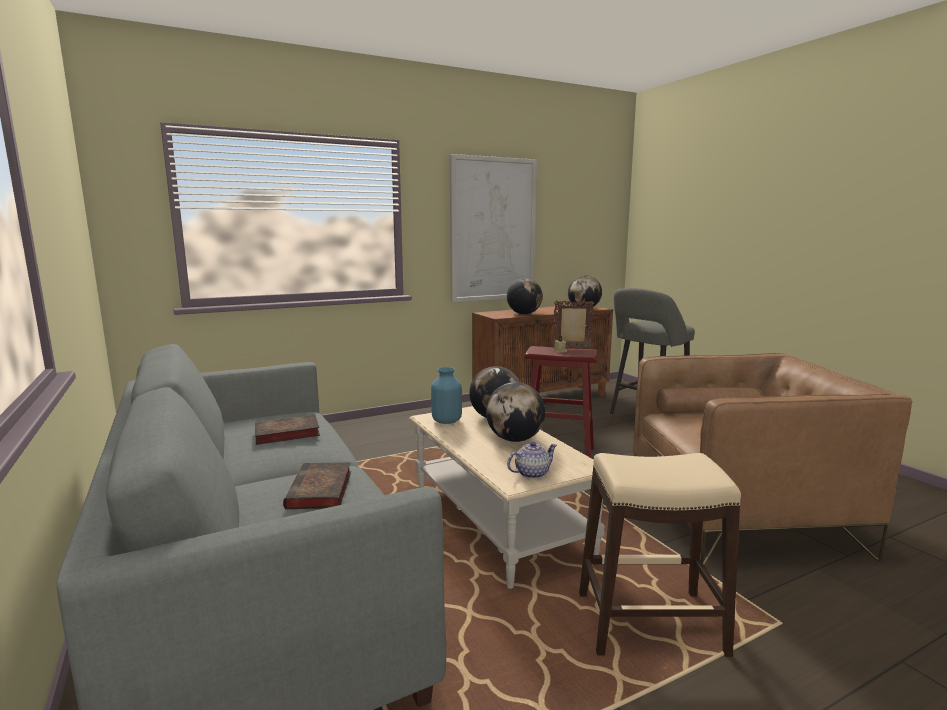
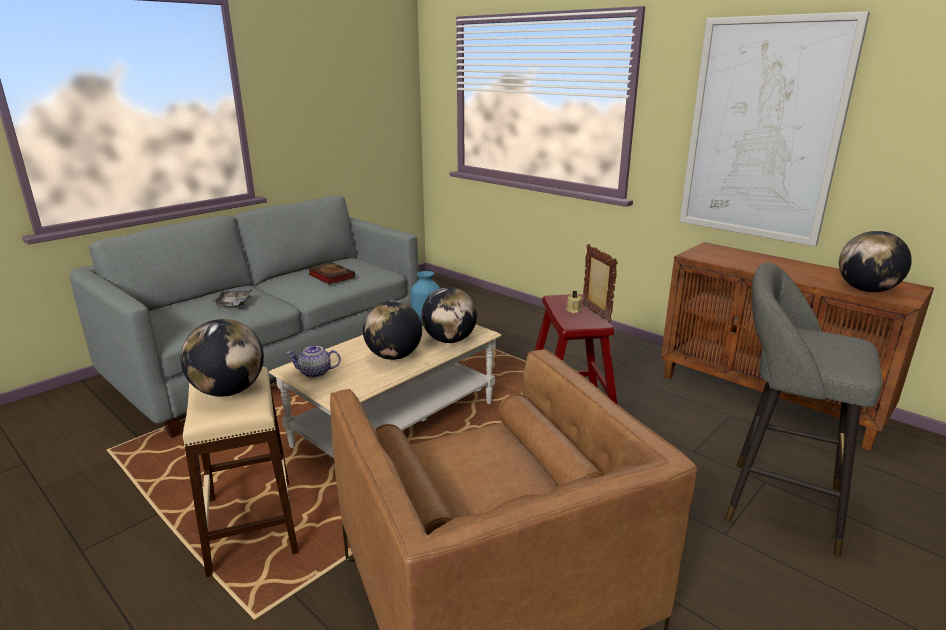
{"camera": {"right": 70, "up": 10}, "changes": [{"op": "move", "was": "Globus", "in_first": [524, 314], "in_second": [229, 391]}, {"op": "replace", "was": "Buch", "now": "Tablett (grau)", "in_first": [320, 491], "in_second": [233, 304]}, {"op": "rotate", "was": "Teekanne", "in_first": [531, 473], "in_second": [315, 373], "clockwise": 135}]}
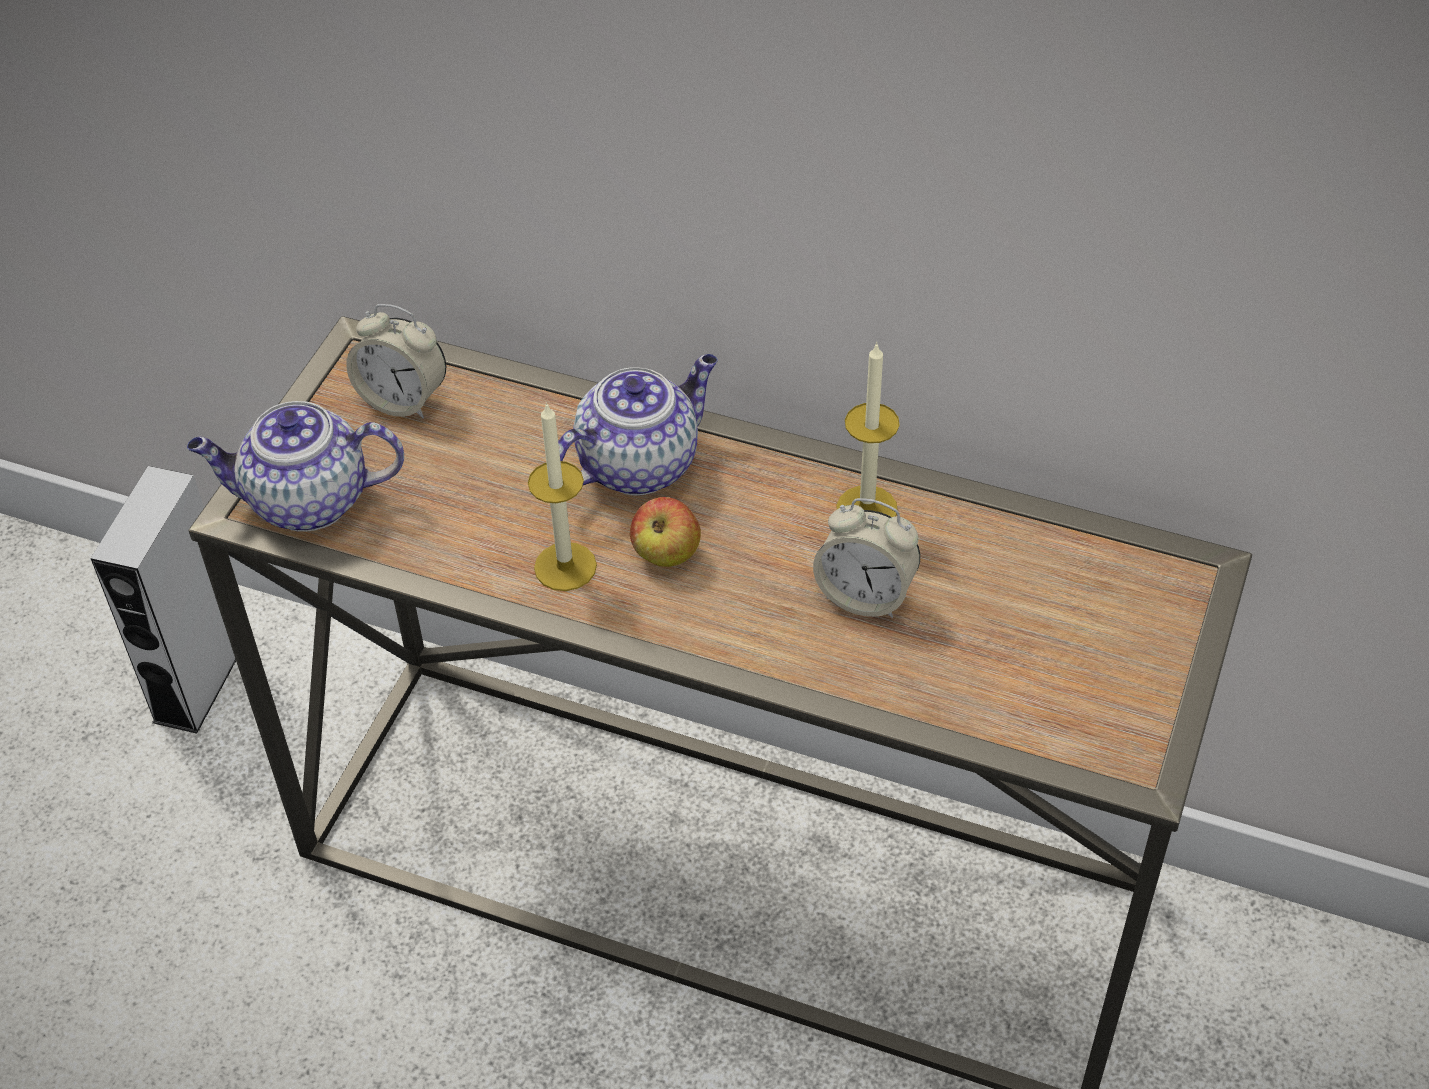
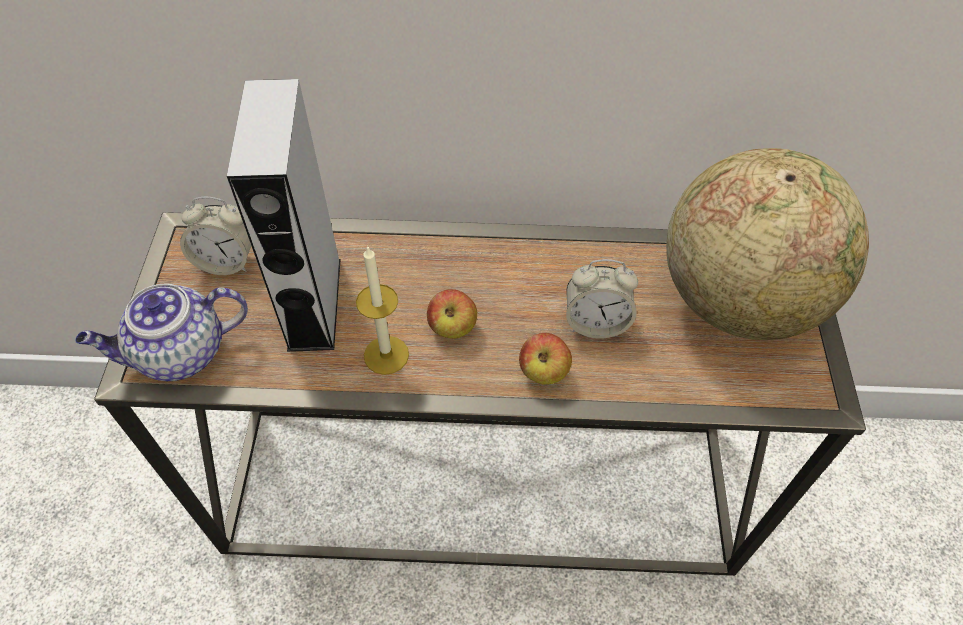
{"camera": {"right": -20, "up": 5}, "changes": [{"op": "delete", "was": "Teekanne", "in_first": [639, 463]}, {"op": "delete", "was": "Kerze", "in_first": [867, 509]}, {"op": "insert", "now": "Apfel", "in_second": [543, 371]}, {"op": "insert", "now": "Globus", "in_second": [739, 299]}, {"op": "move", "was": "Lautsprecher (grau)", "in_first": [200, 680], "in_second": [314, 303]}]}
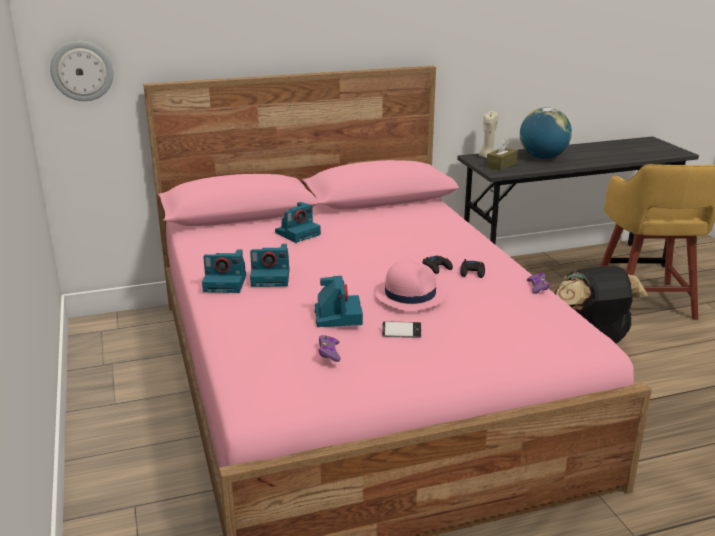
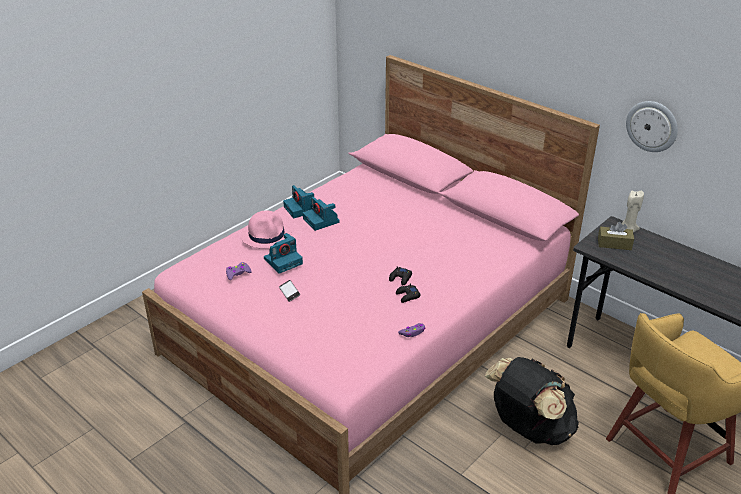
{"camera": {"right": 60, "up": 10}, "changes": [{"op": "delete", "was": "Kamera", "in_first": [298, 233]}, {"op": "delete", "was": "Globus", "in_first": [542, 157]}, {"op": "move", "was": "Wanduhr", "in_first": [82, 71], "in_second": [652, 126]}, {"op": "move", "was": "Hut (rosa)", "in_first": [410, 294], "in_second": [267, 235]}]}
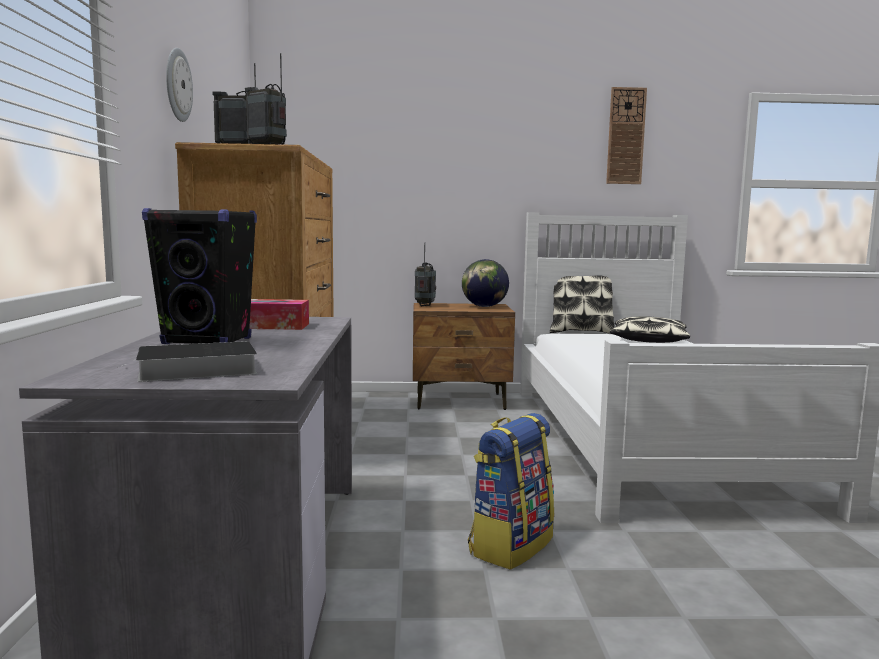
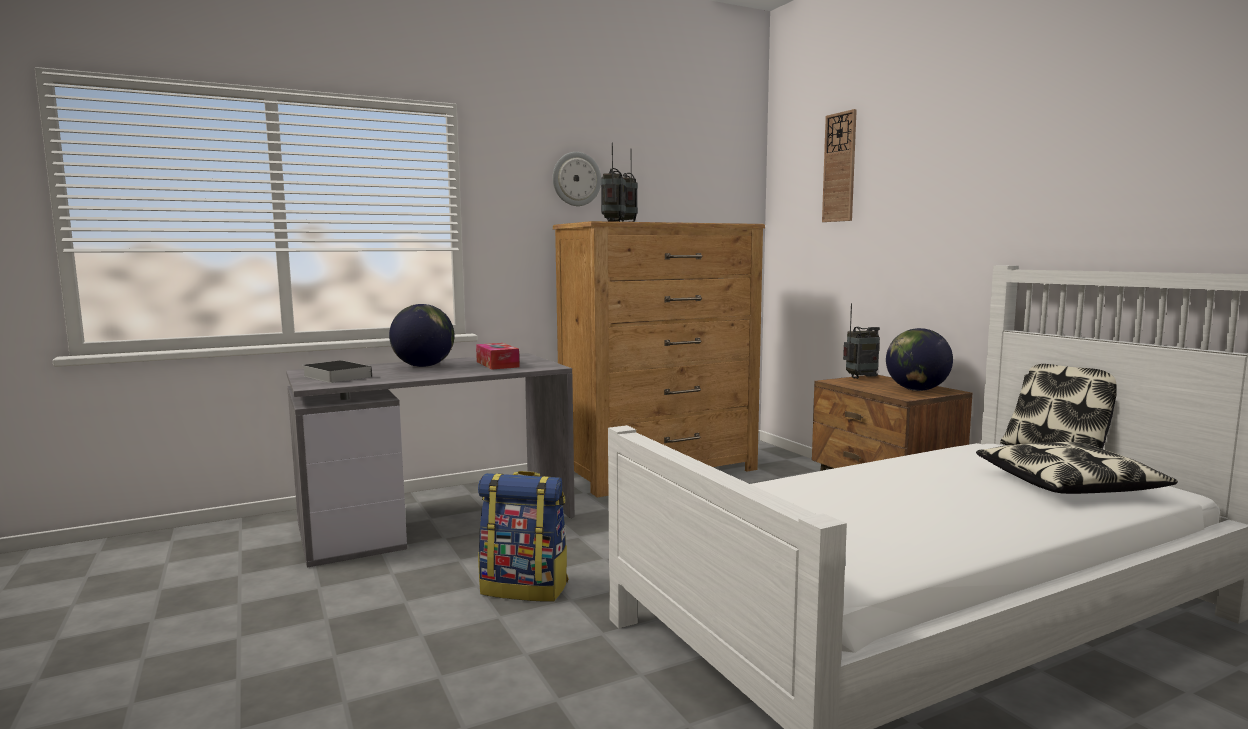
{"camera": {"right": 65, "up": 0}, "changes": [{"op": "move", "was": "Wanduhr", "in_first": [626, 136], "in_second": [839, 167]}, {"op": "replace", "was": "Lautsprecher (schwarz)", "now": "Globus", "in_first": [208, 341], "in_second": [423, 366]}]}
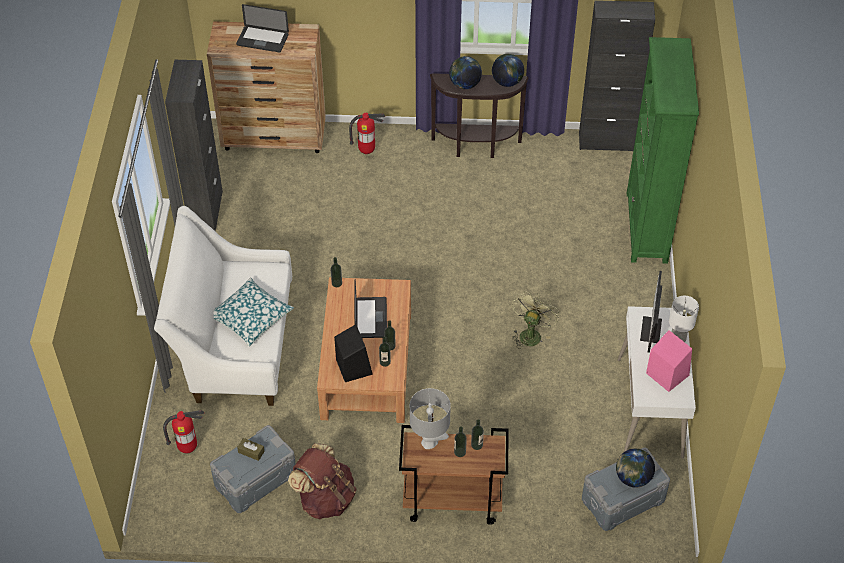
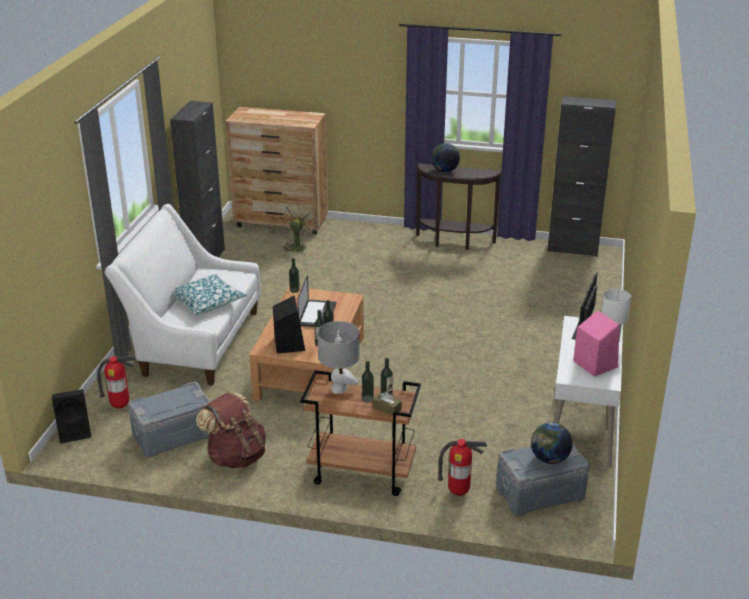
{"camera": {"right": 10, "up": -20}, "changes": [{"op": "delete", "was": "Laptop", "in_first": [262, 40]}, {"op": "delete", "was": "Globus", "in_first": [507, 82]}, {"op": "delete", "was": "Bücherregal (grün)", "in_first": [646, 228]}, {"op": "insert", "now": "Lautsprecher (schwarz)", "in_second": [75, 431]}, {"op": "move", "was": "Taschentuchbox (braun)", "in_first": [251, 452], "in_second": [387, 409]}, {"op": "move", "was": "Feuerlöscher", "in_first": [367, 151], "in_second": [459, 492]}, {"op": "move", "was": "Ventilator (grün)", "in_first": [531, 333], "in_second": [299, 246]}]}
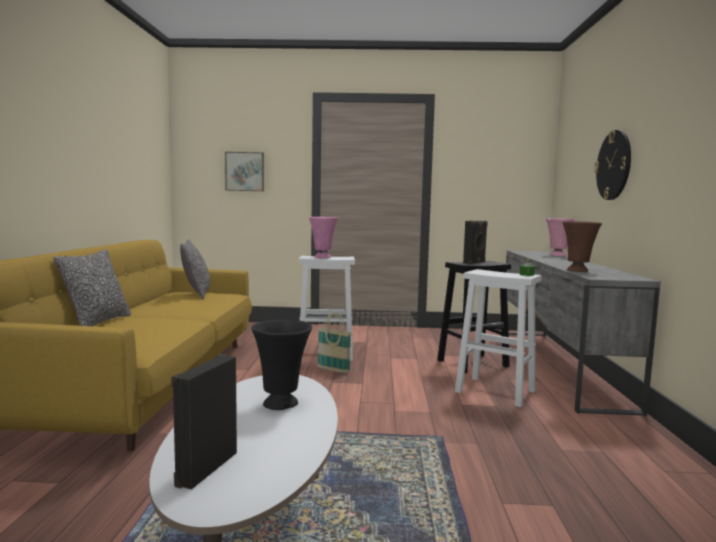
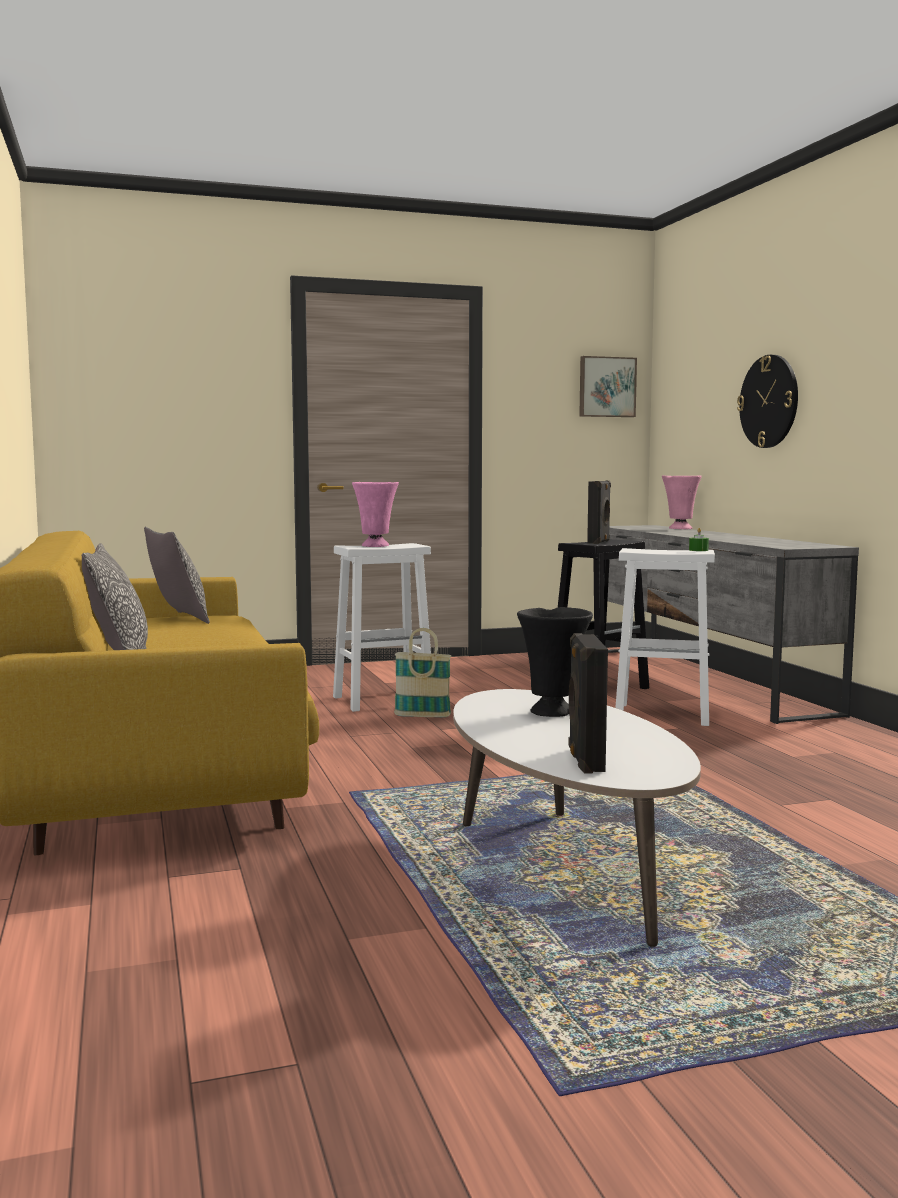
{"camera": {"right": -20, "up": 0}, "changes": [{"op": "delete", "was": "Vase (braun)", "in_first": [578, 271]}, {"op": "move", "was": "Bild", "in_first": [245, 171], "in_second": [606, 387]}]}
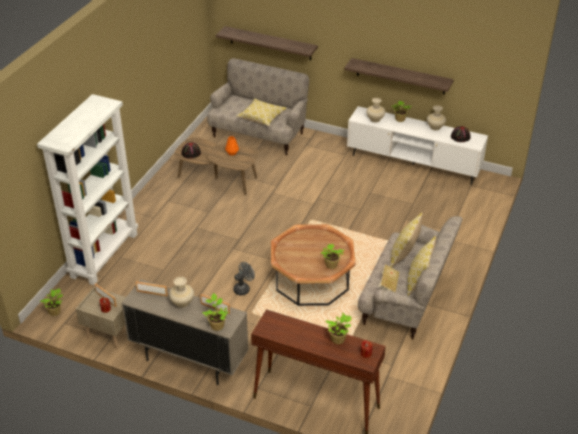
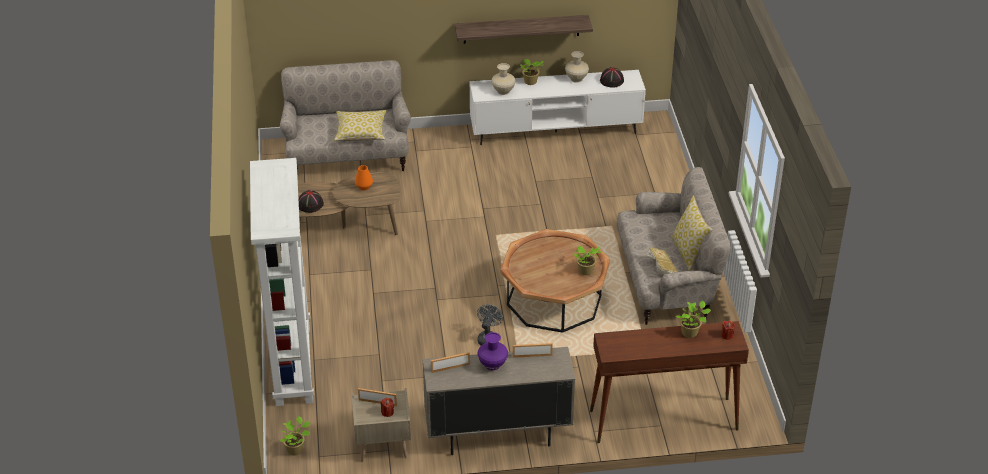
{"camera": {"right": -30, "up": 0}, "changes": [{"op": "delete", "was": "Topfpflanze", "in_first": [217, 325]}, {"op": "delete", "was": "Wandregal", "in_first": [270, 43]}, {"op": "delete", "was": "Kissen", "in_first": [404, 256]}, {"op": "recolor", "was": "Vase (beige)", "now": "Vase (lila)", "in_first": [182, 303], "in_second": [492, 365]}]}
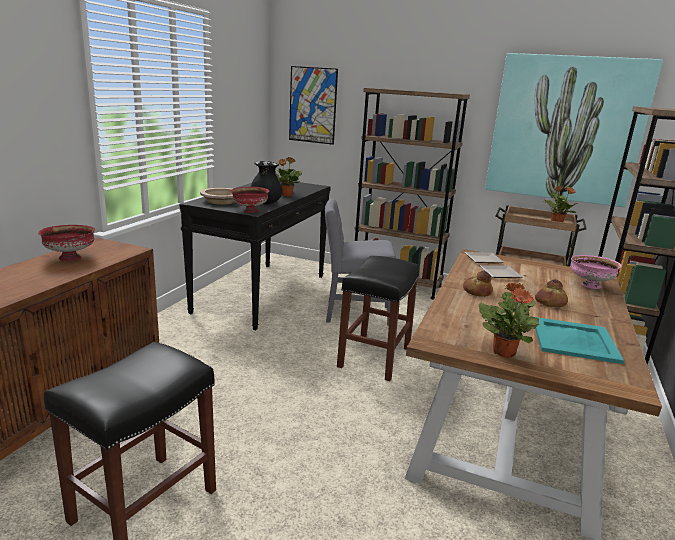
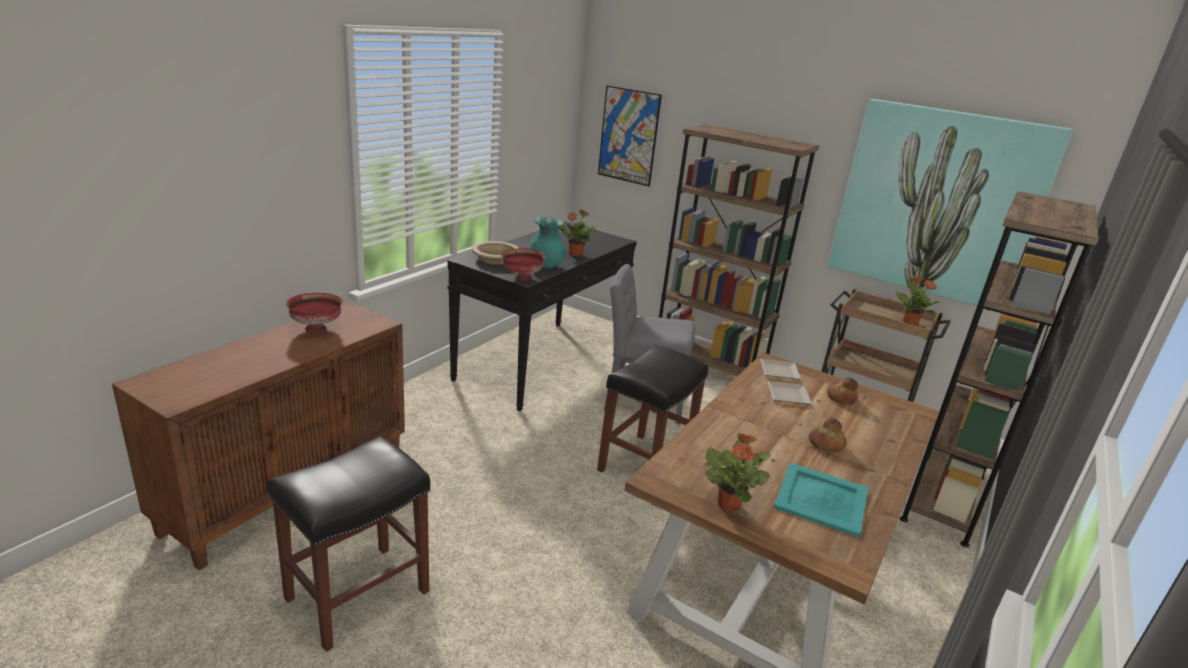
{"camera": {"right": 10, "up": 5}, "changes": [{"op": "delete", "was": "Schüssel (rosa)", "in_first": [589, 285]}, {"op": "move", "was": "Brot", "in_first": [476, 292], "in_second": [840, 398]}, {"op": "recolor", "was": "Vase (schwarz)", "now": "Vase (türkis)", "in_first": [265, 203], "in_second": [545, 266]}]}
